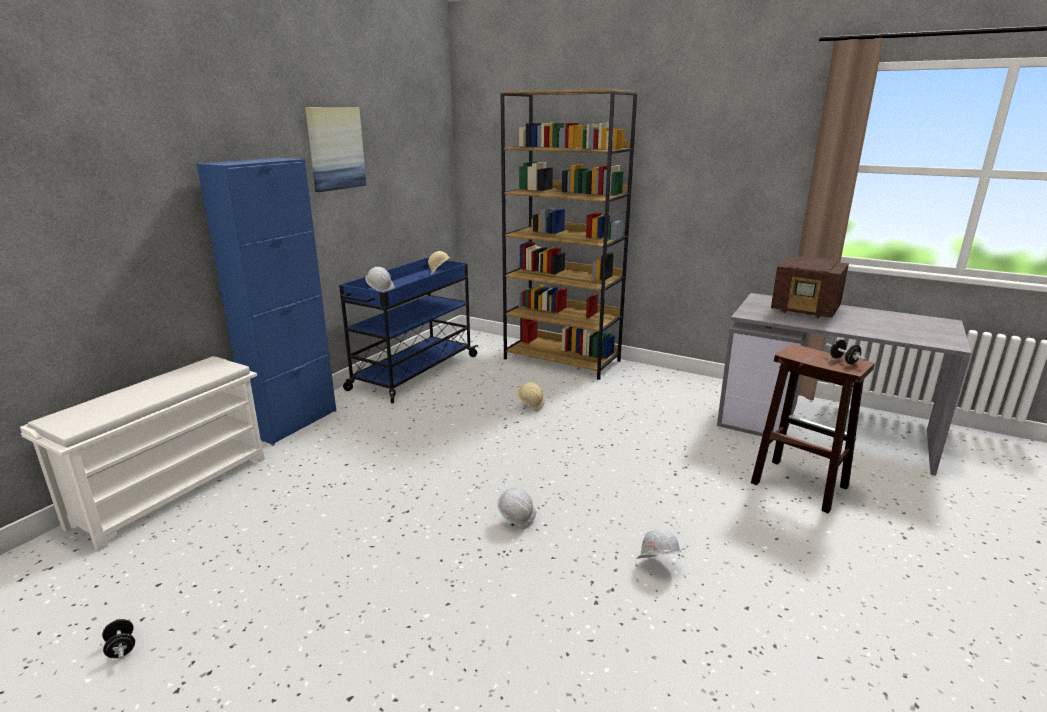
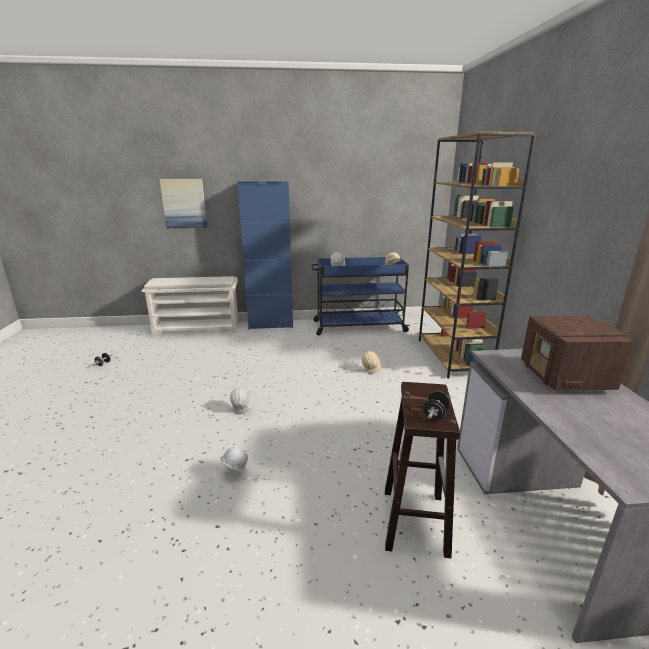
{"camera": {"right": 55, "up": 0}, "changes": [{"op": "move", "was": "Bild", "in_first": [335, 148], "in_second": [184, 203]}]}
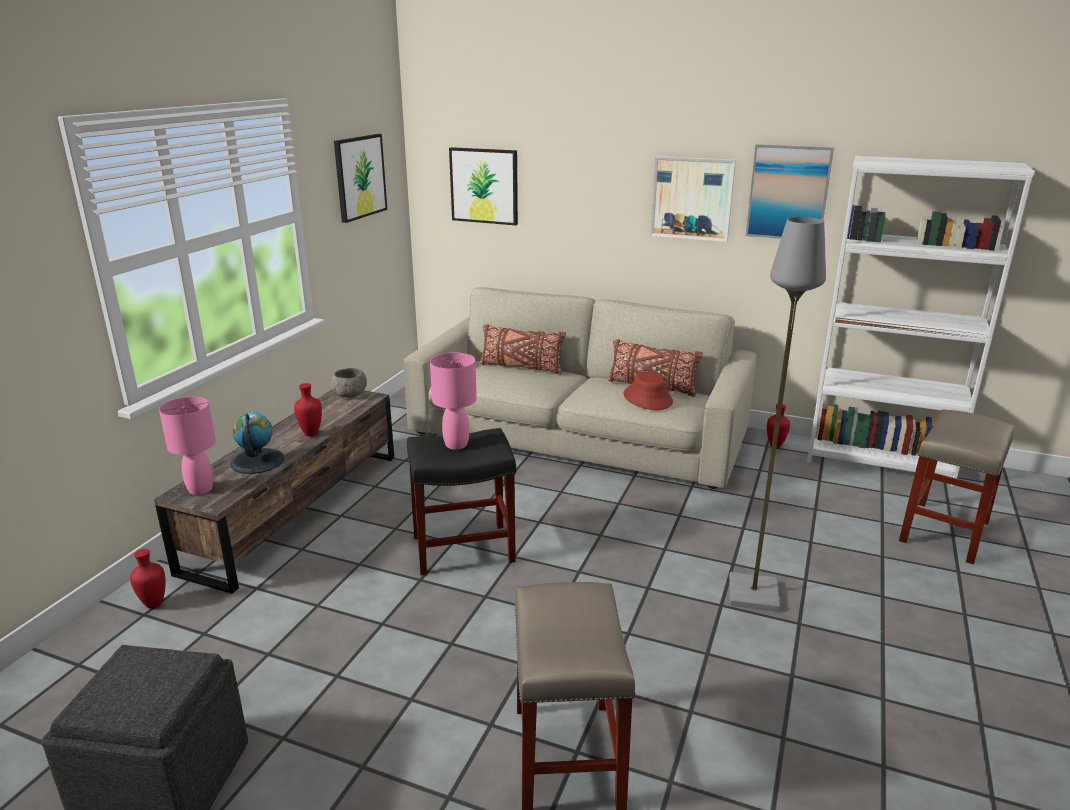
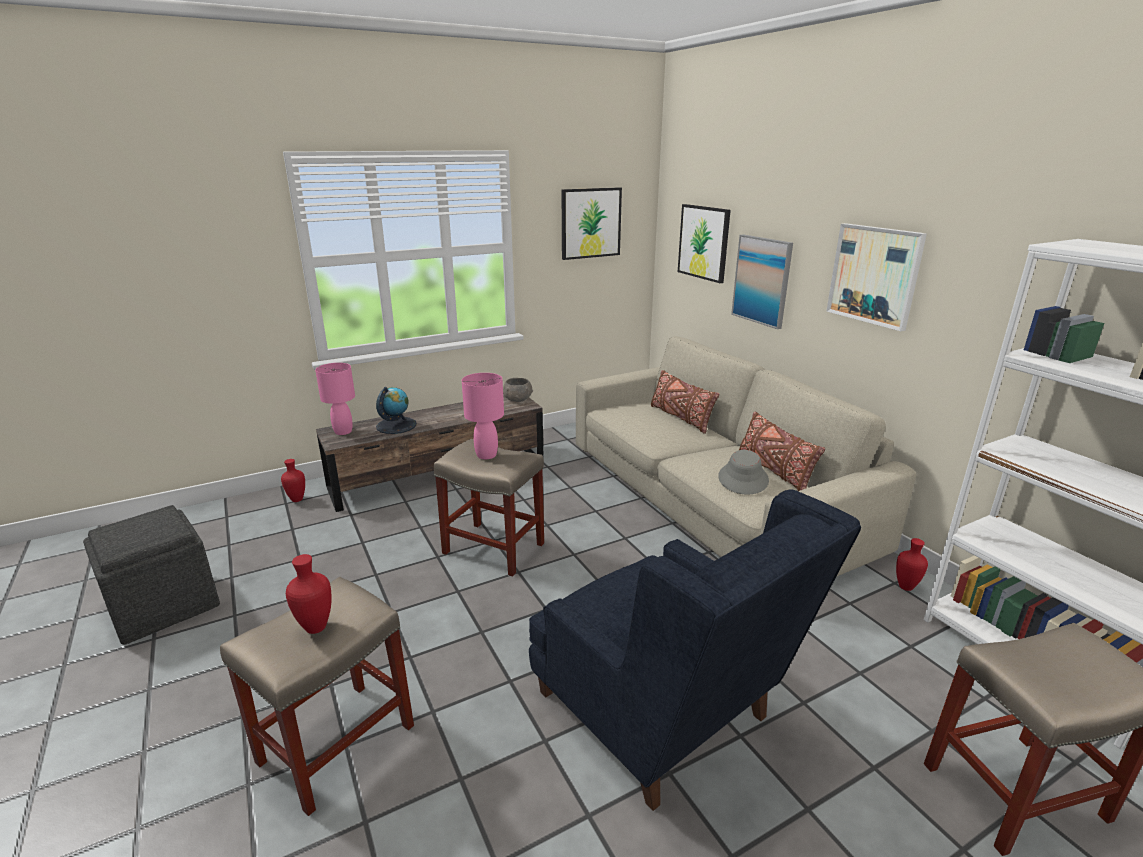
{"camera": {"right": 40, "up": 0}, "changes": [{"op": "move", "was": "Vase (rot)", "in_first": [310, 434], "in_second": [315, 627]}, {"op": "move", "was": "Bild", "in_first": [788, 192], "in_second": [762, 280]}, {"op": "replace", "was": "Stehlampe (grau)", "now": "Sessel (blau)", "in_first": [754, 594], "in_second": [665, 717]}, {"op": "recolor", "was": "Hocker (schwarz)", "now": "Hocker (beige)", "in_first": [465, 548], "in_second": [495, 548]}, {"op": "recolor", "was": "Hut (rot)", "now": "Hut (grau)", "in_first": [648, 398], "in_second": [743, 479]}]}
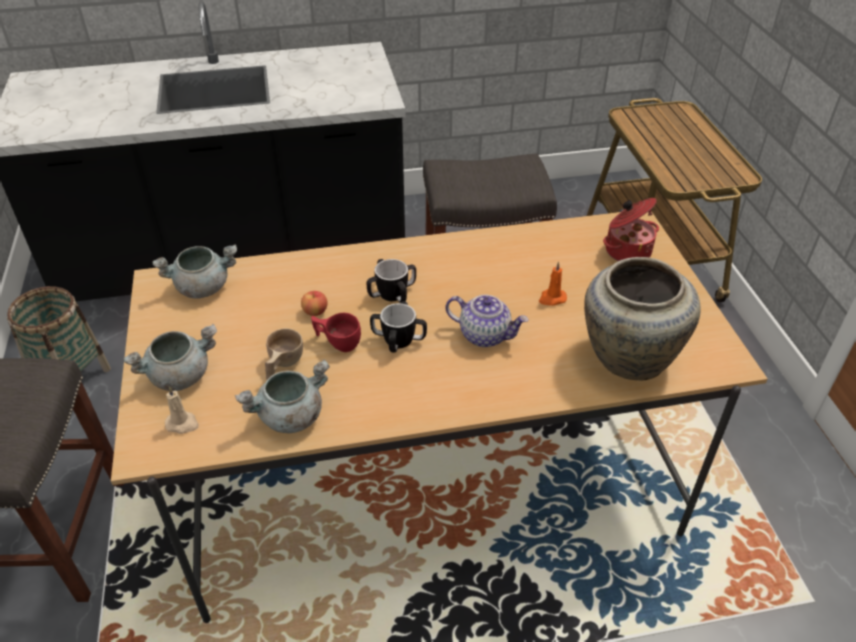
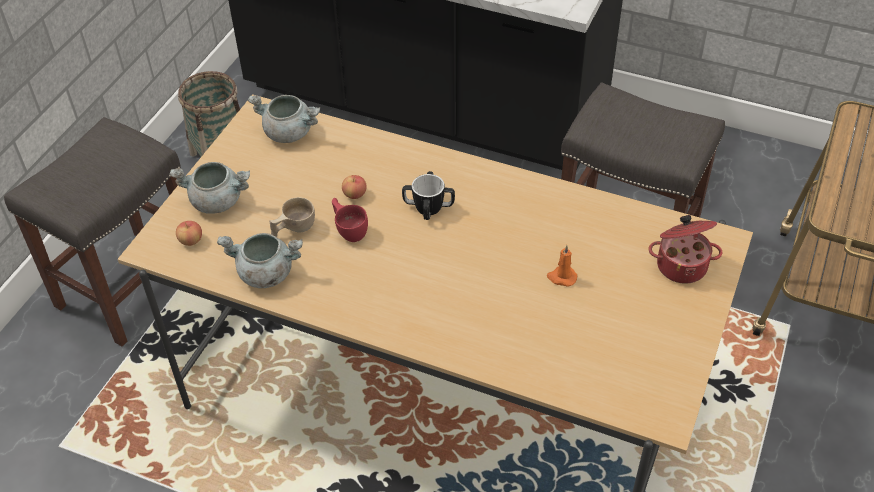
{"camera": {"right": 35, "up": 5}, "changes": [{"op": "delete", "was": "Henkelbecher", "in_first": [398, 340]}, {"op": "delete", "was": "Teekanne", "in_first": [485, 335]}, {"op": "delete", "was": "Vase (beige)", "in_first": [627, 357]}, {"op": "replace", "was": "Kerze (beige)", "now": "Apfel", "in_first": [182, 424], "in_second": [191, 240]}]}
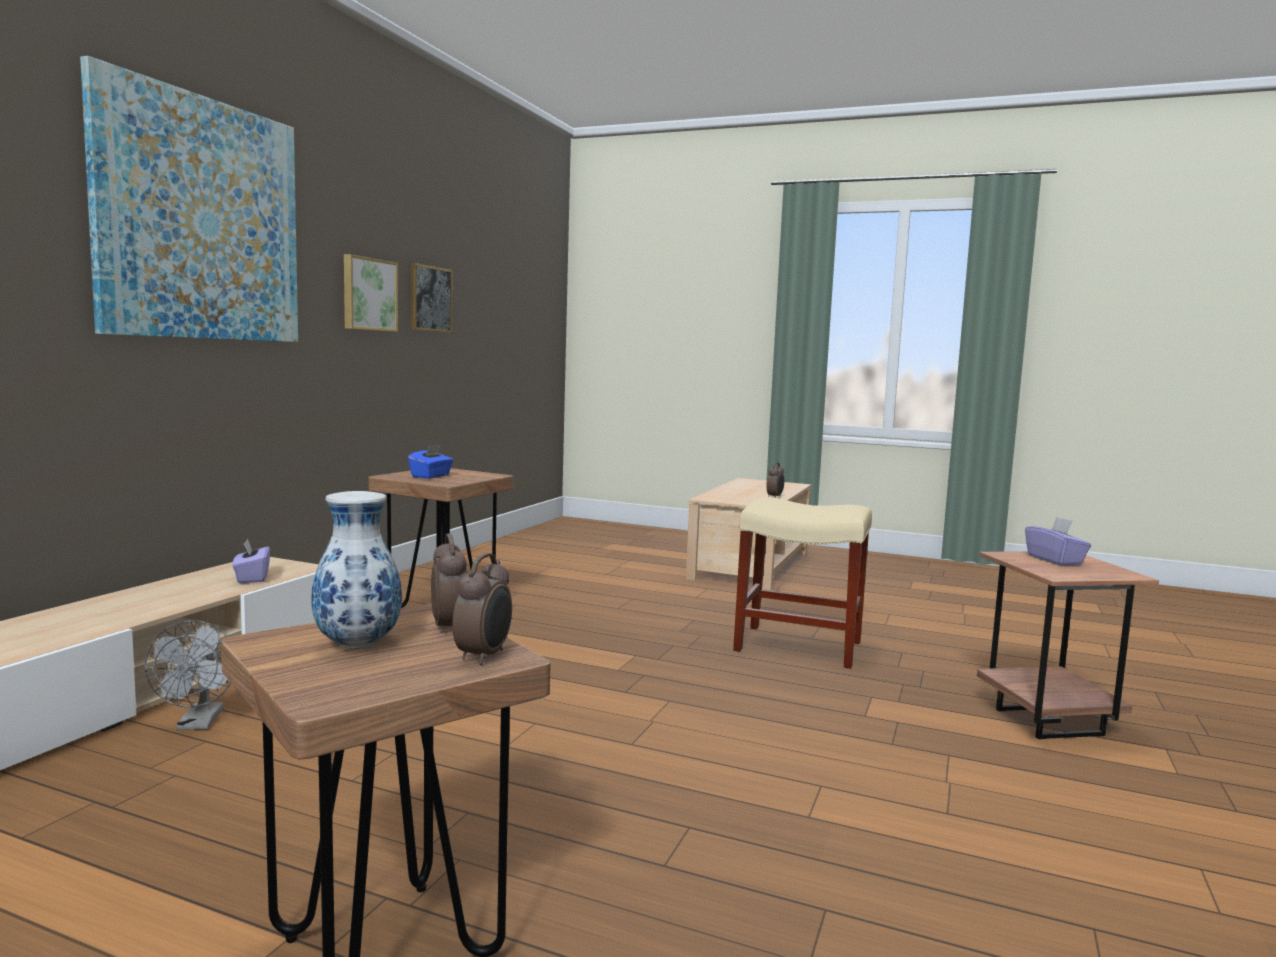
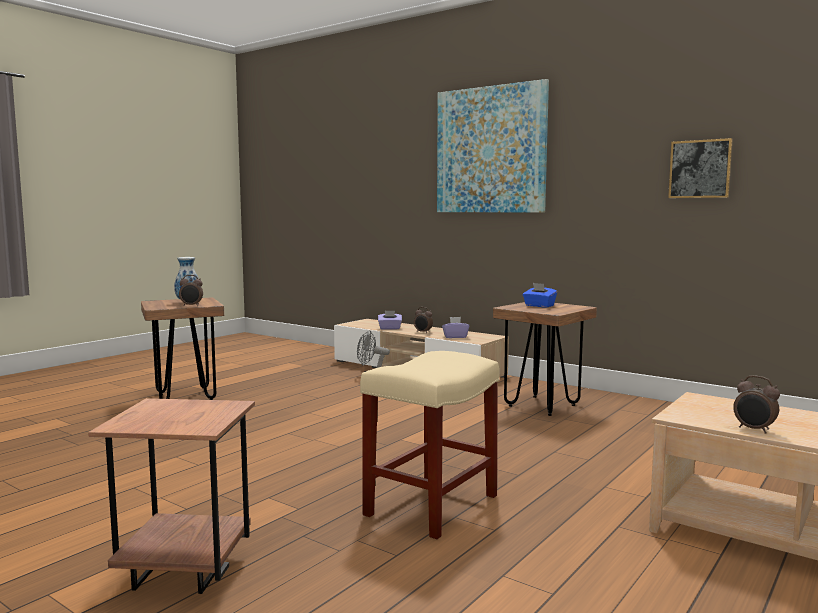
{"camera": {"right": 105, "up": 0}, "changes": [{"op": "delete", "was": "Bild", "in_first": [368, 294]}, {"op": "move", "was": "Wecker", "in_first": [484, 656], "in_second": [423, 332]}, {"op": "move", "was": "Taschentuchbox (lila)", "in_first": [1055, 560], "in_second": [390, 328]}]}
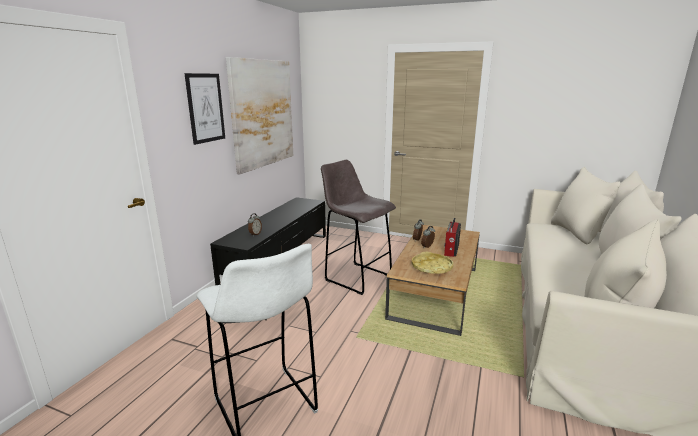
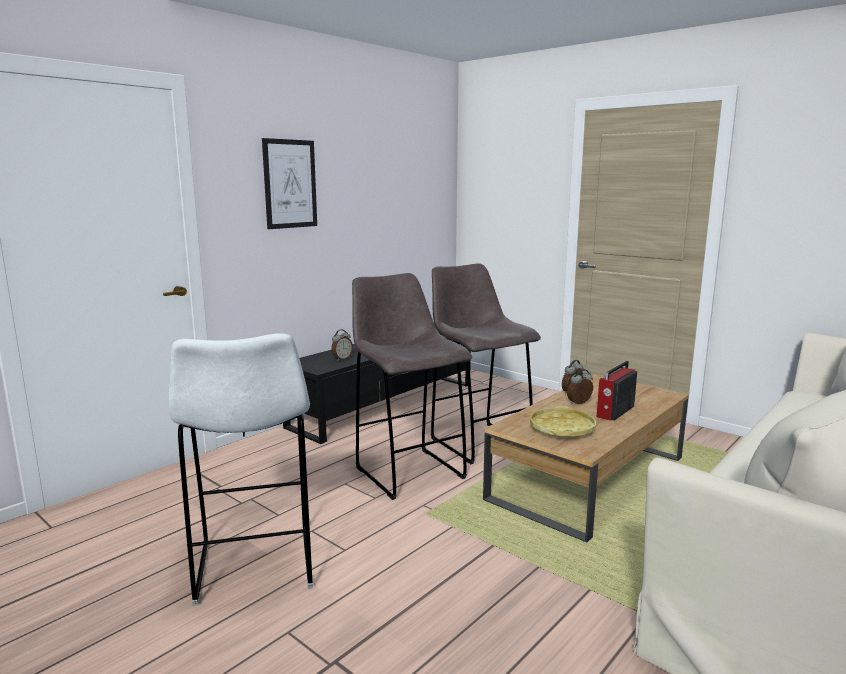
{"camera": {"right": 20, "up": -5}, "changes": [{"op": "delete", "was": "Bild", "in_first": [263, 113]}, {"op": "insert", "now": "Hocker (grau)", "in_second": [408, 471]}]}
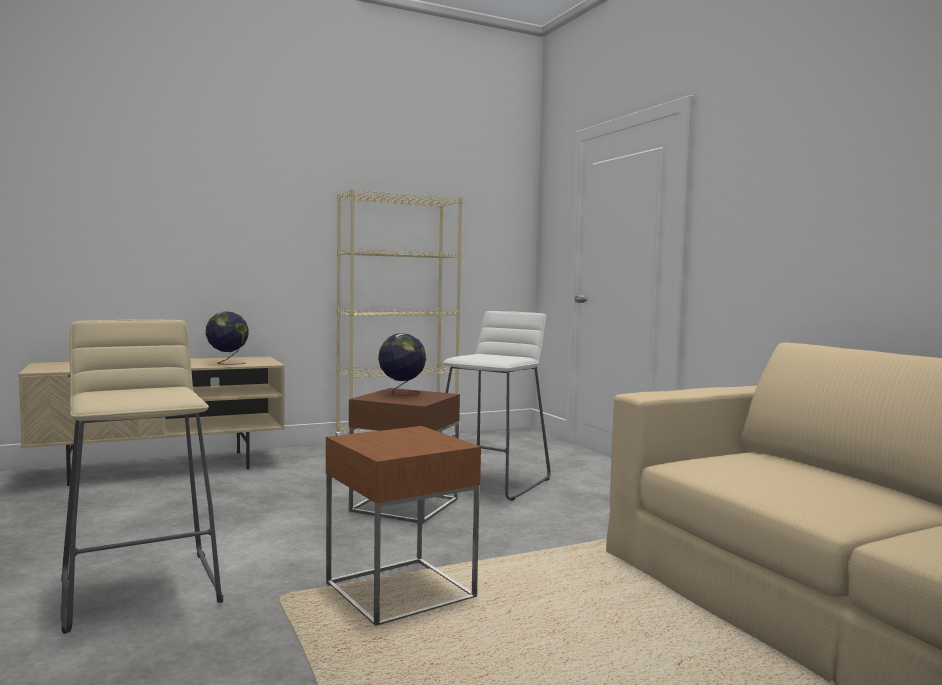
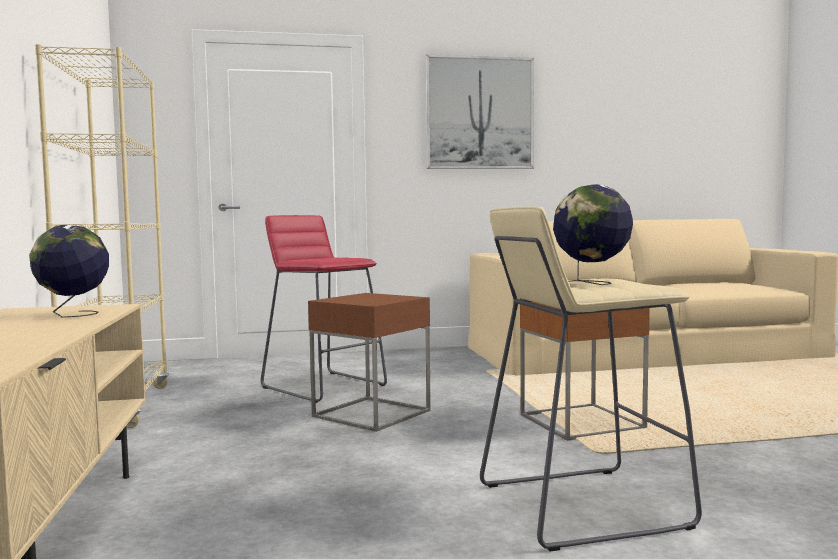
{"camera": {"right": -75, "up": 0}, "changes": [{"op": "insert", "now": "Bild", "in_second": [479, 113]}, {"op": "move", "was": "Globus", "in_first": [401, 393], "in_second": [592, 283]}, {"op": "recolor", "was": "Hocker (weiß)", "now": "Hocker (rot)", "in_first": [493, 482], "in_second": [324, 386]}]}
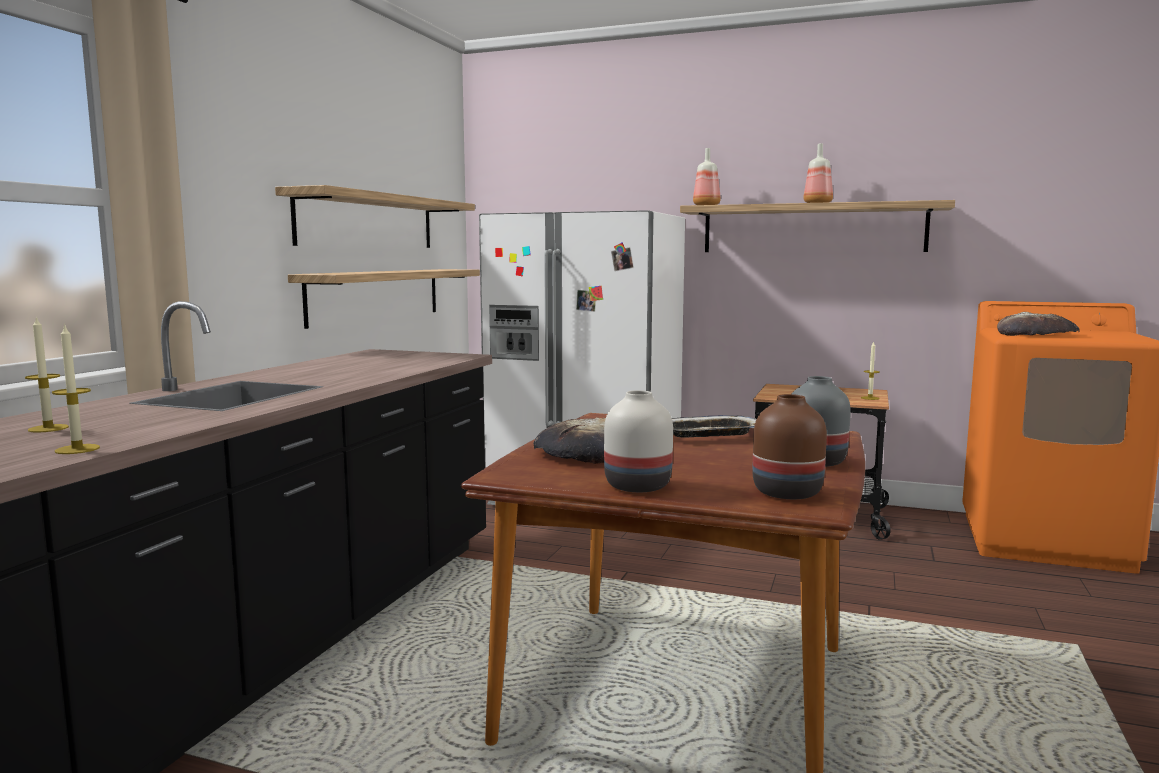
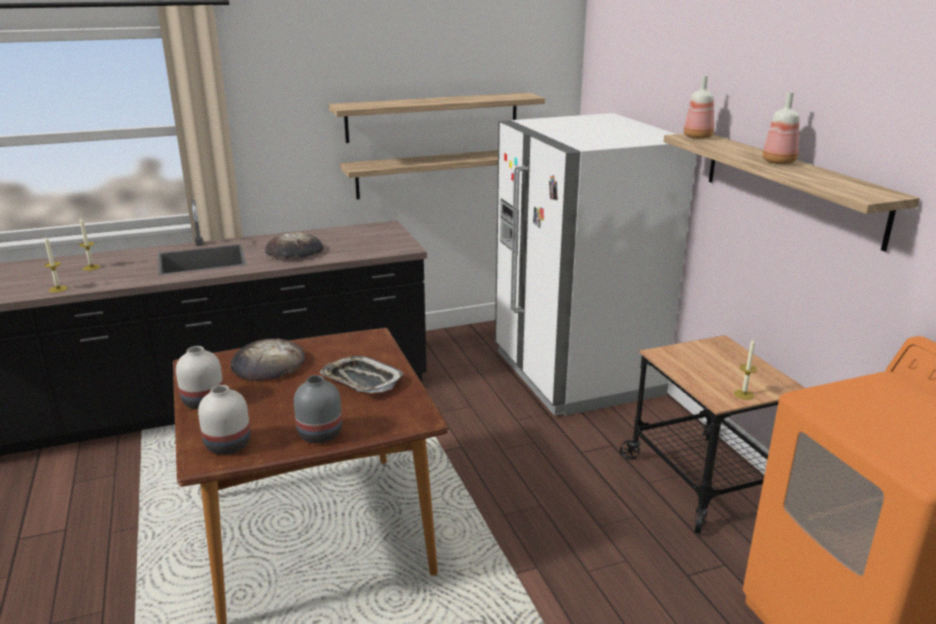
{"camera": {"right": 50, "up": 15}, "changes": [{"op": "move", "was": "Brot", "in_first": [1036, 334], "in_second": [294, 252]}, {"op": "recolor", "was": "Vase (braun)", "now": "Vase (weiß)", "in_first": [787, 492], "in_second": [229, 444]}]}
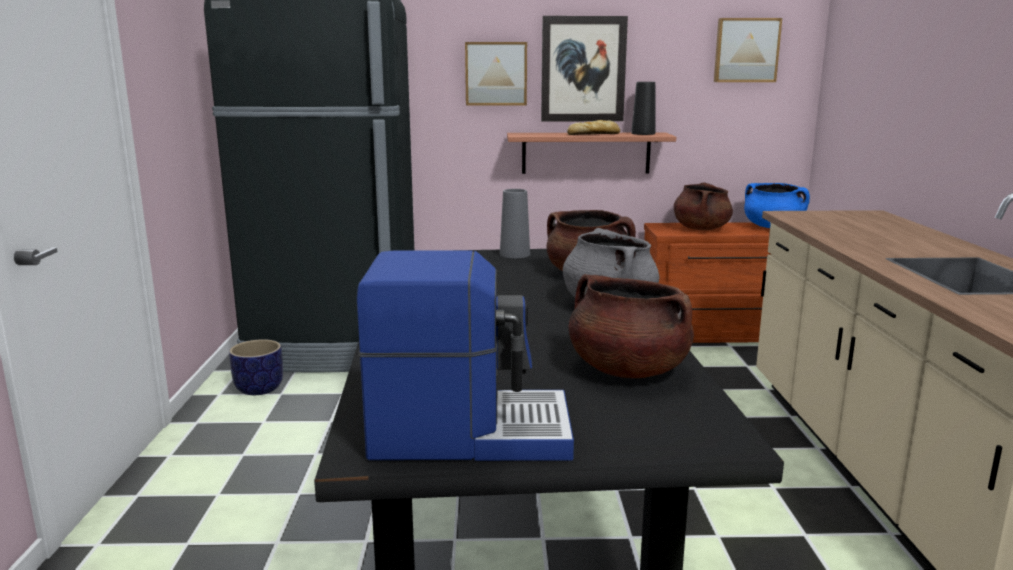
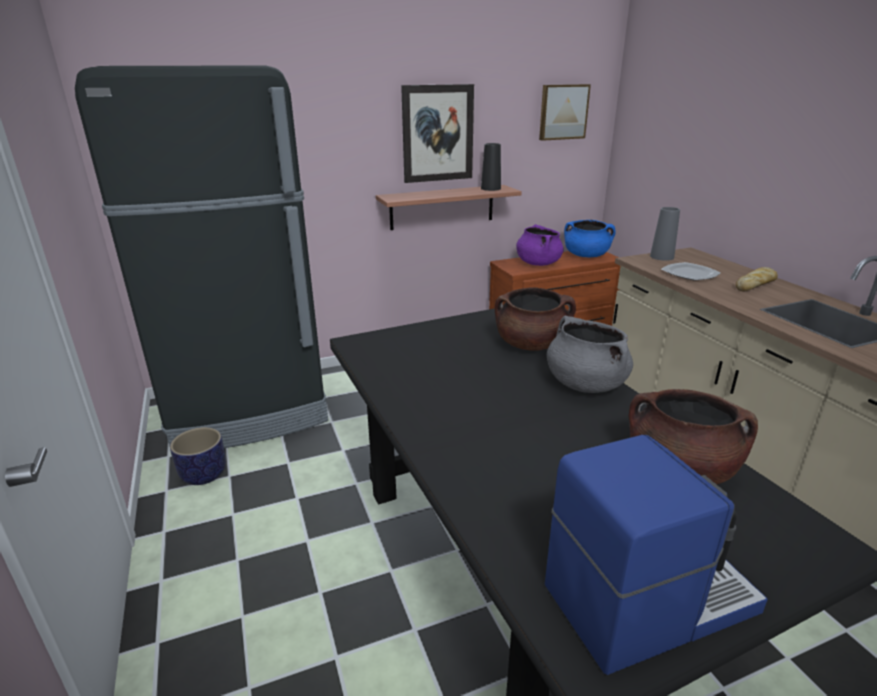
{"camera": {"right": -20, "up": 10}, "changes": [{"op": "delete", "was": "Bild", "in_first": [496, 73]}, {"op": "insert", "now": "Teller", "in_second": [689, 273]}, {"op": "move", "was": "Vase (grau)", "in_first": [514, 254], "in_second": [661, 257]}, {"op": "move", "was": "Brot", "in_first": [594, 134], "in_second": [755, 284]}, {"op": "recolor", "was": "Kochtopf (braun)", "now": "Kochtopf (lila)", "in_first": [701, 228], "in_second": [538, 263]}]}
